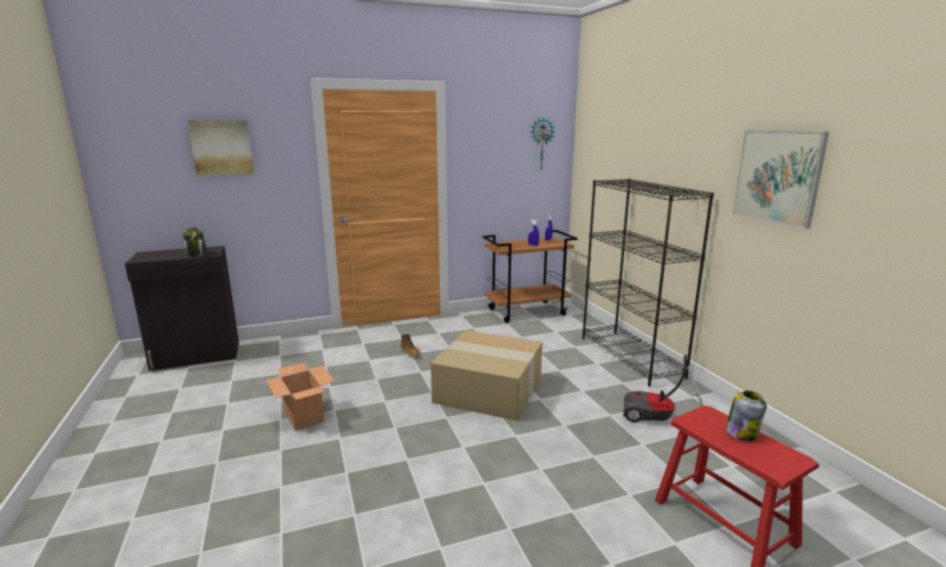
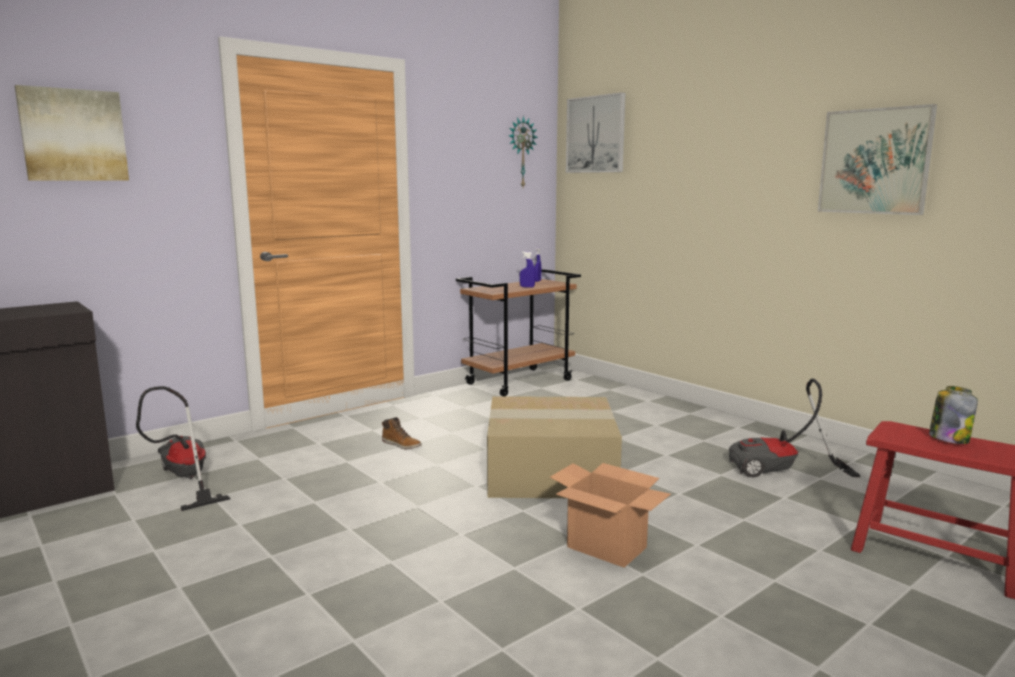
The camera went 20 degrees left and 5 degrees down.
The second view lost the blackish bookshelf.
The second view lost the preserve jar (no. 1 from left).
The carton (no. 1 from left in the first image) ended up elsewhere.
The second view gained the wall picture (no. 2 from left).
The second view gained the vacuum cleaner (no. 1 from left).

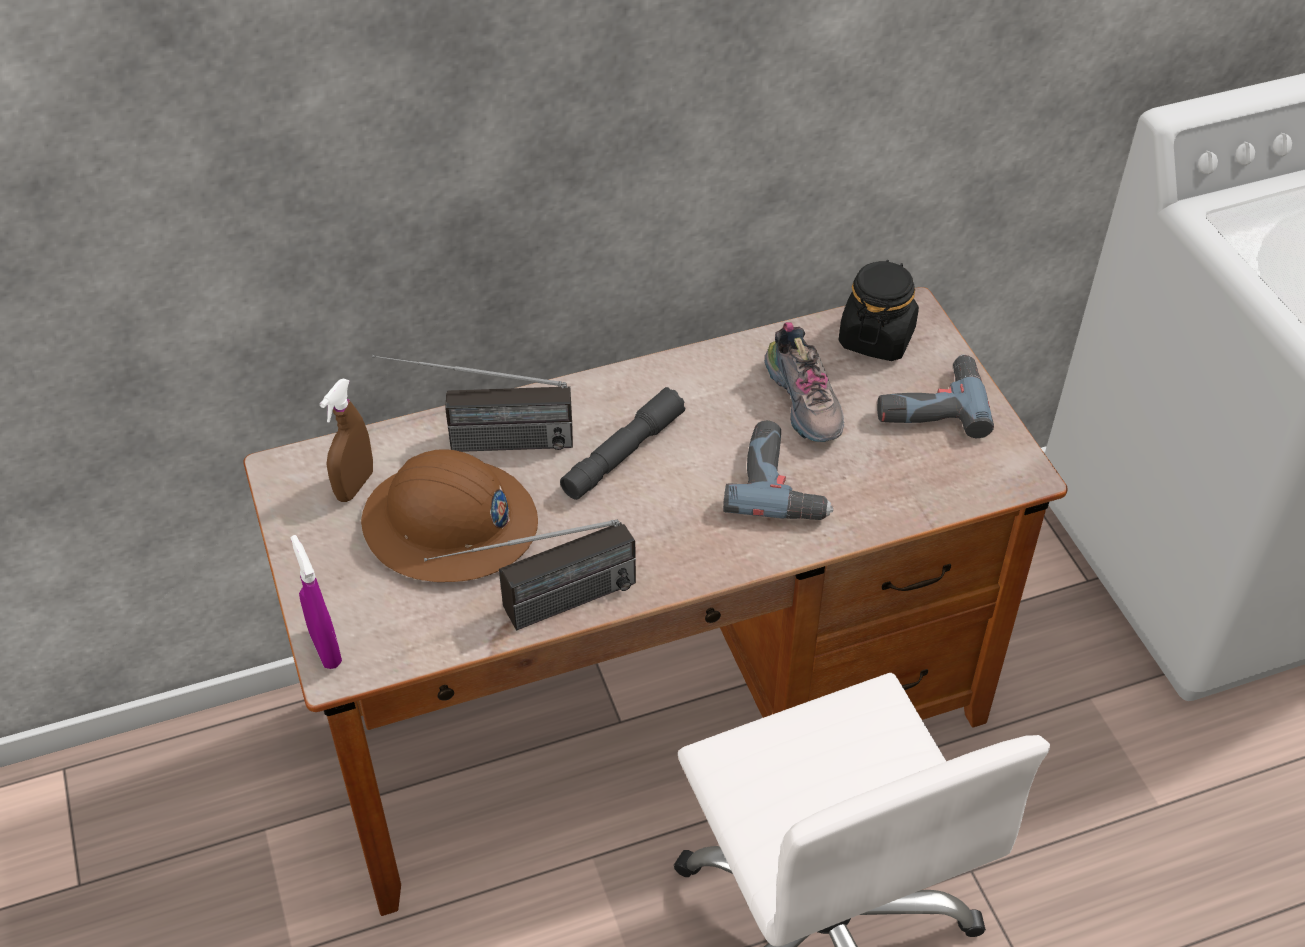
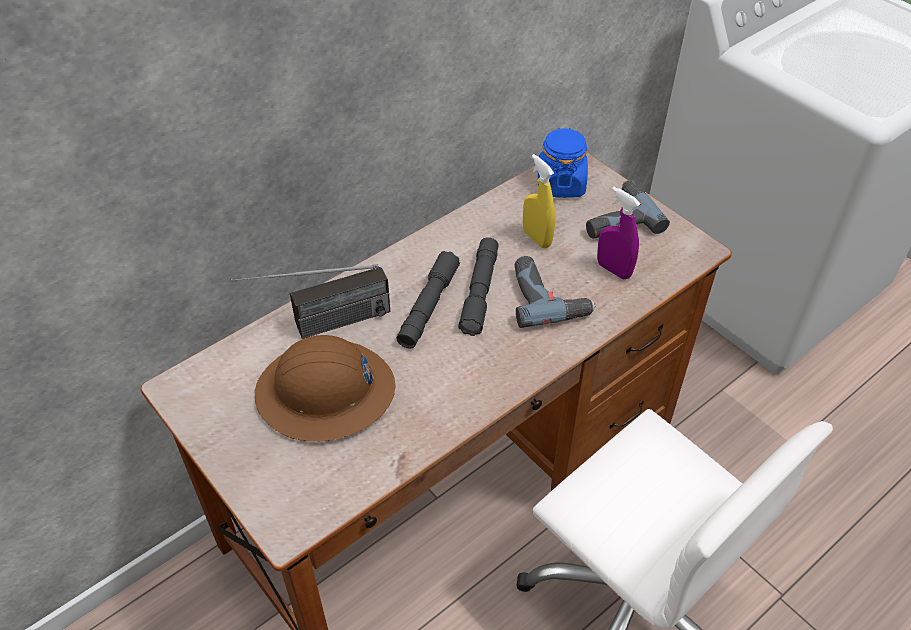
The camera went 20 degrees left and 0 degrees up.
What was the blackish preserve jar turned into the blue preserve jar.
Where the shoe stood, the yellowish sprayer came to stand.
The second view lost the brown-coloured sprayer.
The second view lost the radio receiver (no. 2 from left).
The purple-coloured sprayer ended up elsewhere.
The second view gained the greyish flashlight (no. 2 from left).

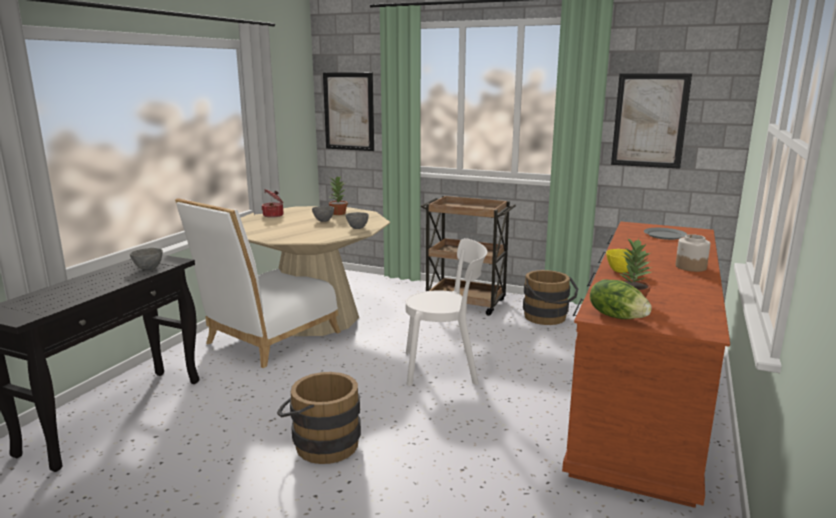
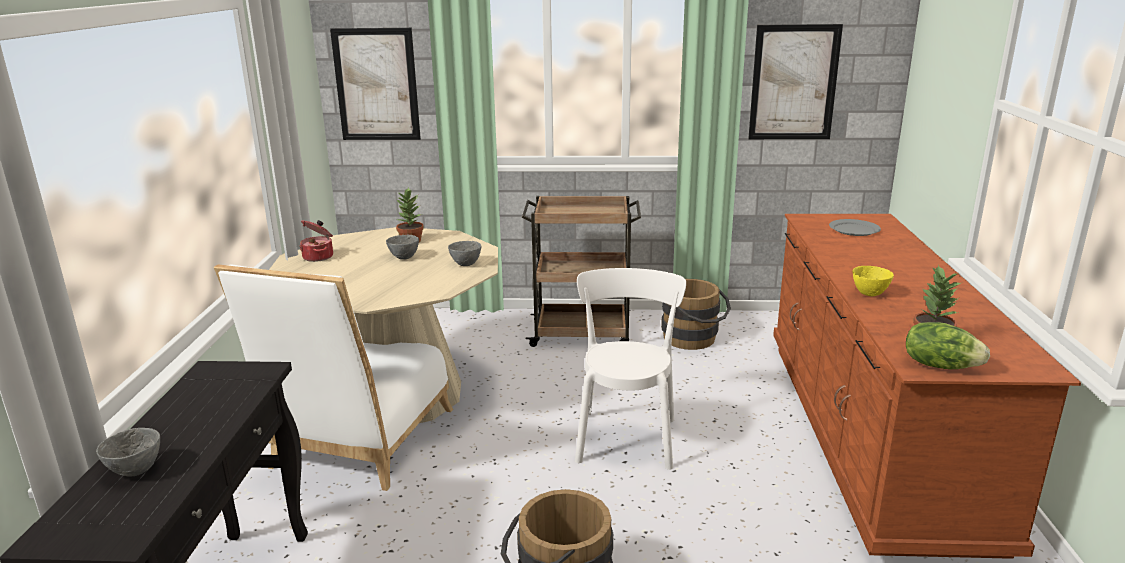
The camera went 20 degrees left and 5 degrees up.
The second view lost the preserve jar.
The white upright chair (no. 2 from left) ended up facing another way, 60 degrees counterclockwise from before.
The greyish bowl (no. 1 from left) ended up elsewhere.

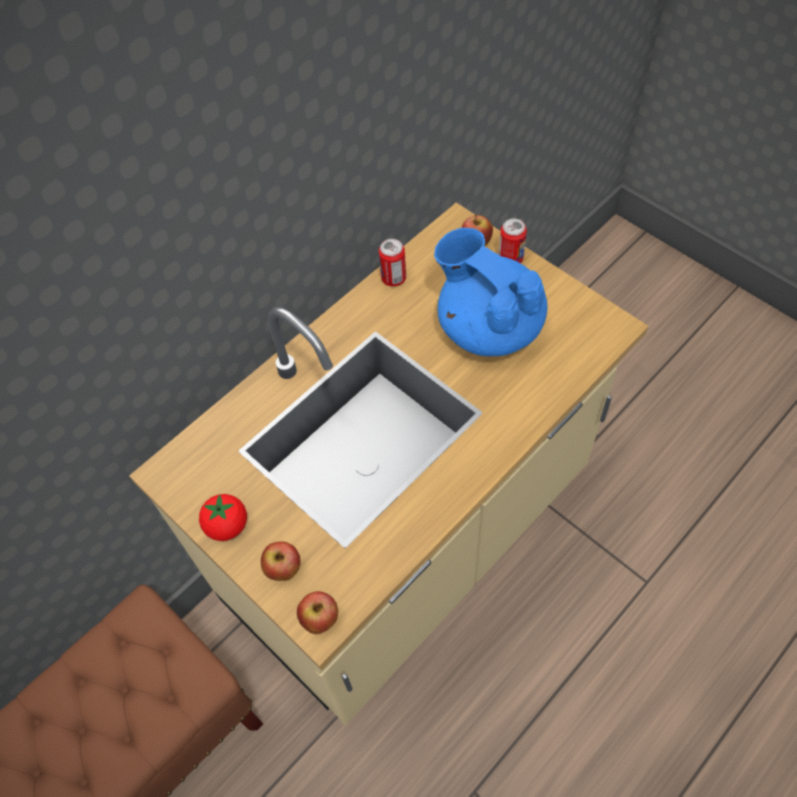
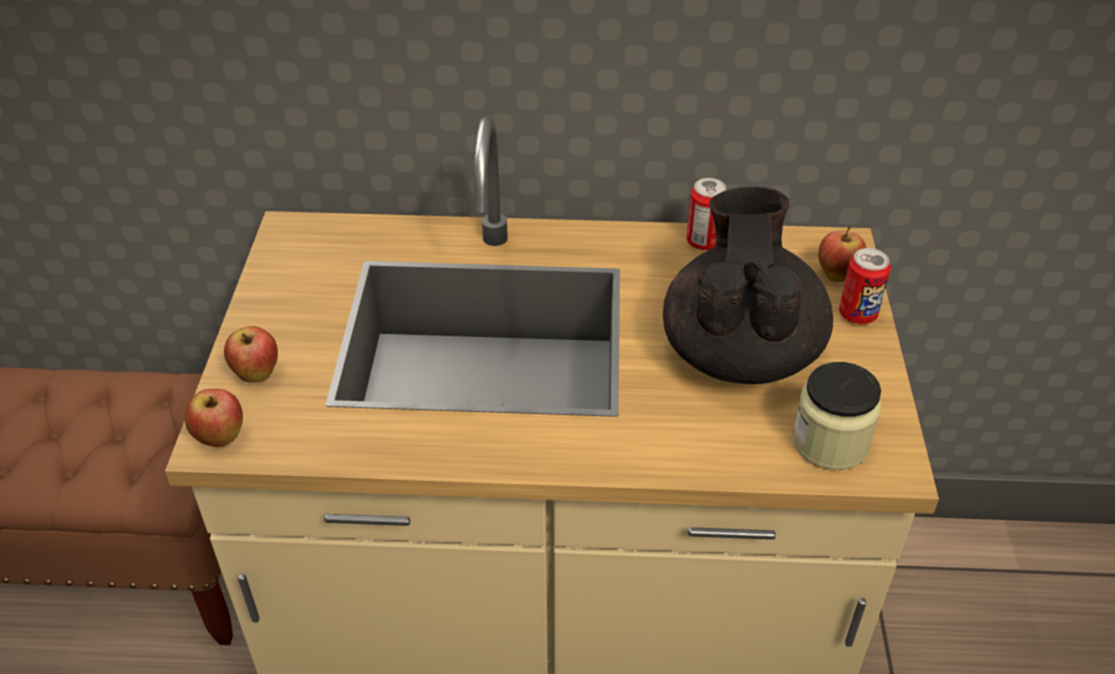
The camera went 45 degrees right and 15 degrees down.
What was the blue tea pot turned into the blackish tea pot.
The second view lost the fresh tomato.
The second view gained the preserve jar.

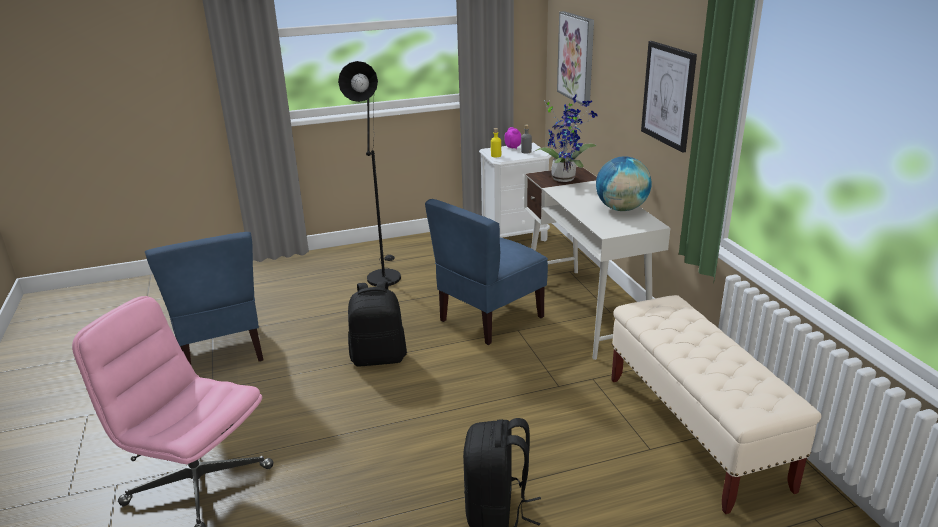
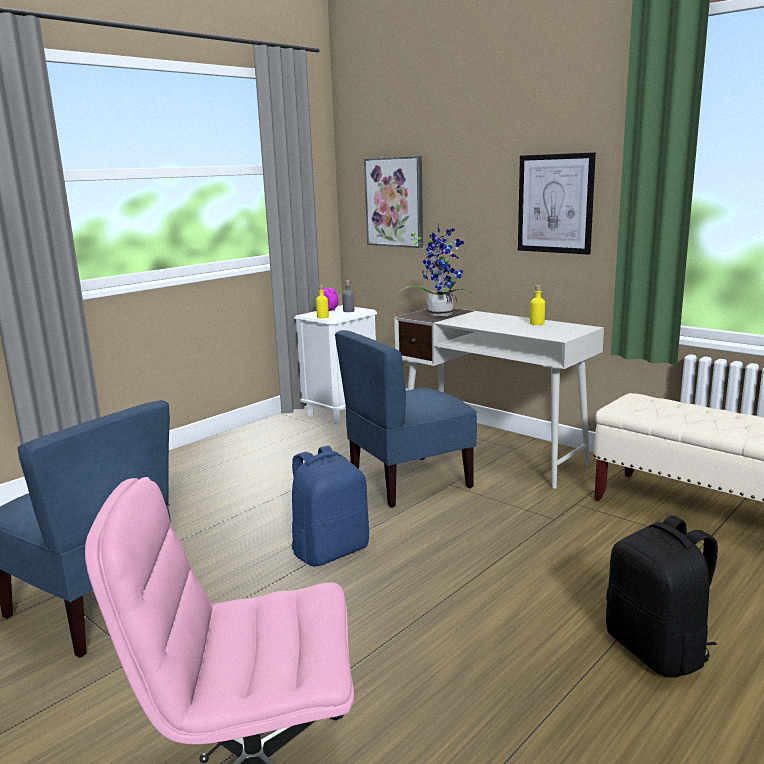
The camera went 30 degrees left and 10 degrees down.
The second view lost the blackish standard lamp.
Where the globe stood, the yellowish beverage bottle (no. 2 from left) came to stand.
The blue upright chair (no. 2 from left) ended up facing another way, 45 degrees clockwise from before.
What was the blackish knapsack (no. 1 from left) turned into the blue knapsack.

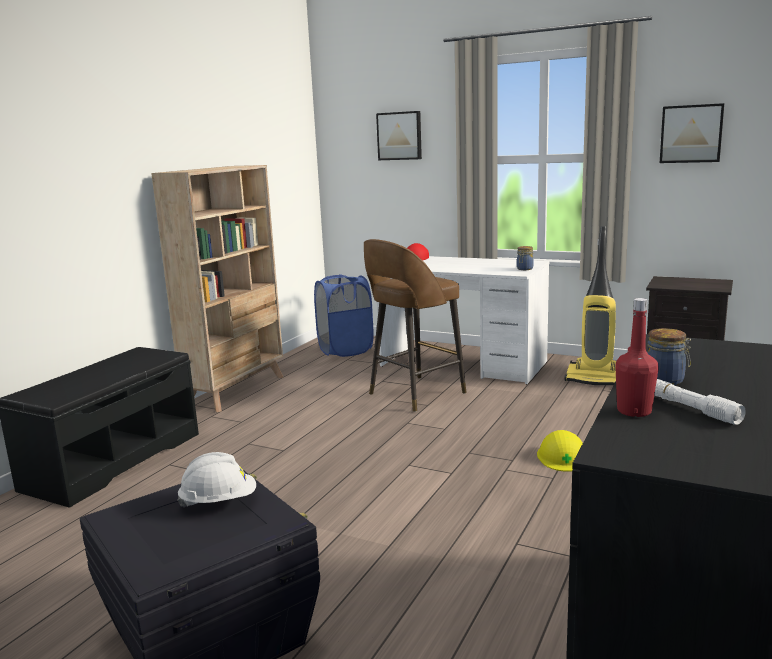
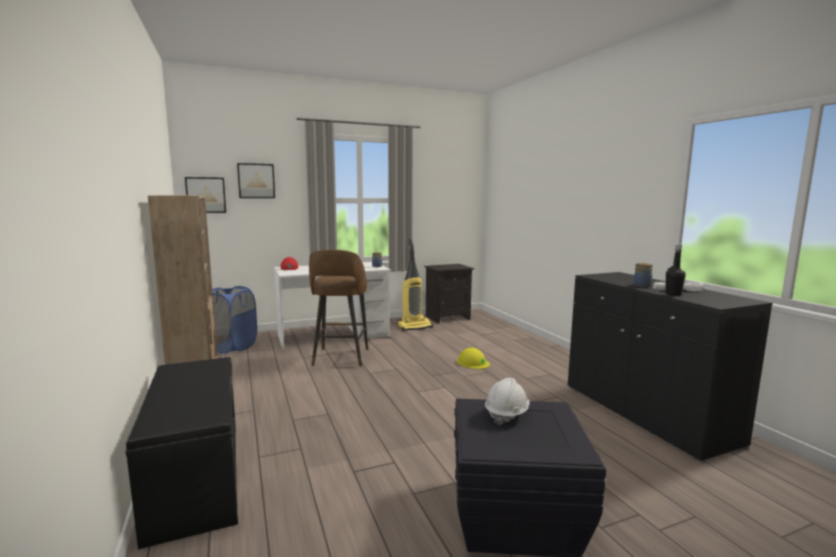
The camera went 50 degrees left and 5 degrees down.
The wall picture (no. 2 from left in the first image) ended up elsewhere.
What was the reddish beverage bottle turned into the blackish beverage bottle.

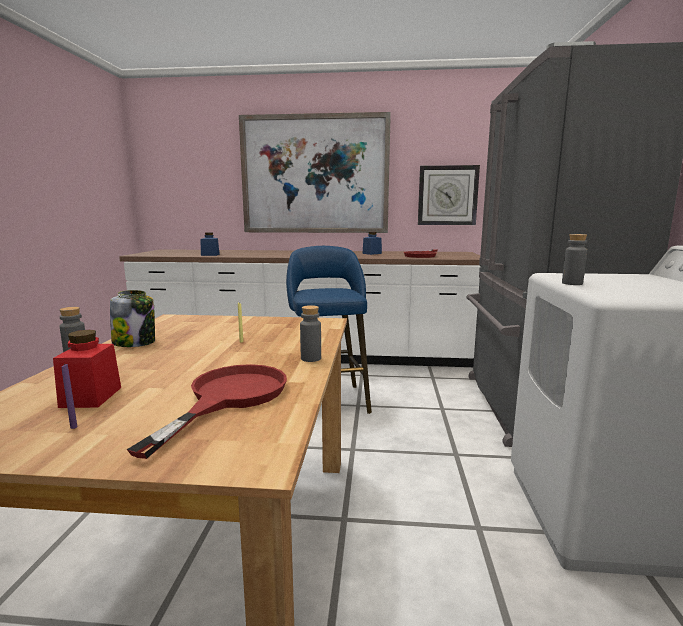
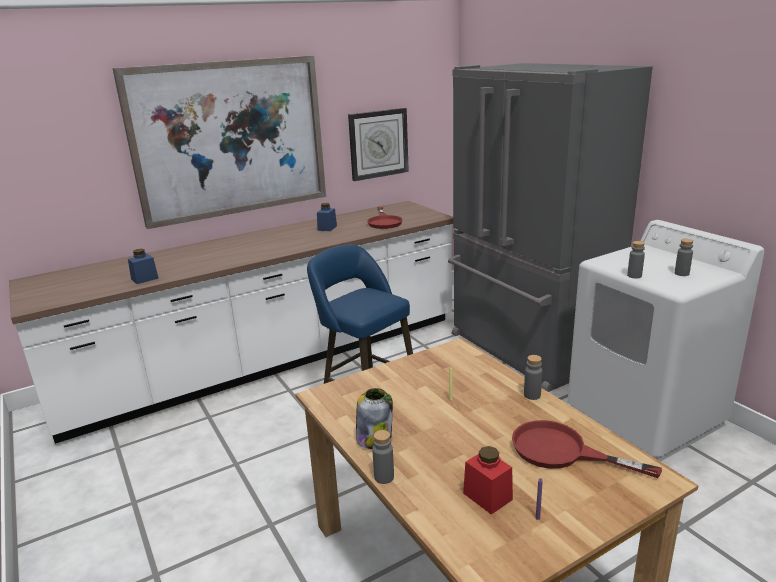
The camera went 35 degrees left and 10 degrees up.
The reddish frying pan (no. 1 from left in the first image) ended up facing another way, 45 degrees counterclockwise from before.
The second view gained the greyish beverage bottle (no. 4 from left).

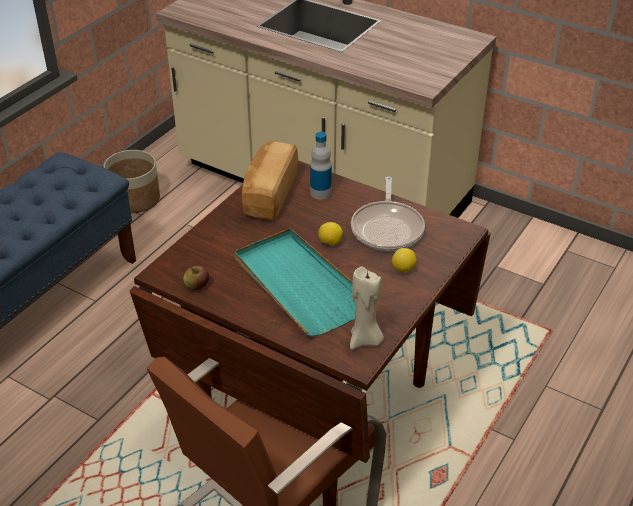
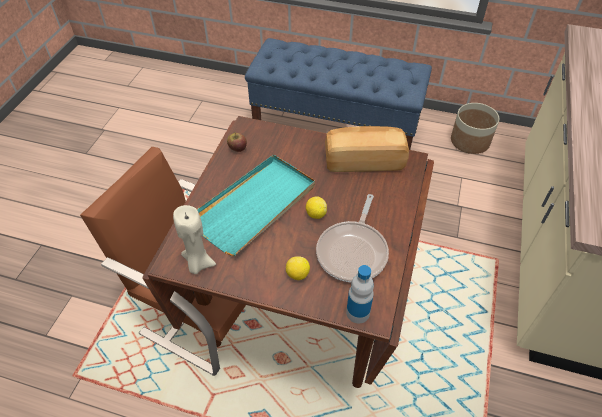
The camera went 75 degrees right and 10 degrees up.
The beverage bottle ended up elsewhere.
The frying pan ended up facing another way, 60 degrees counterclockwise from before.

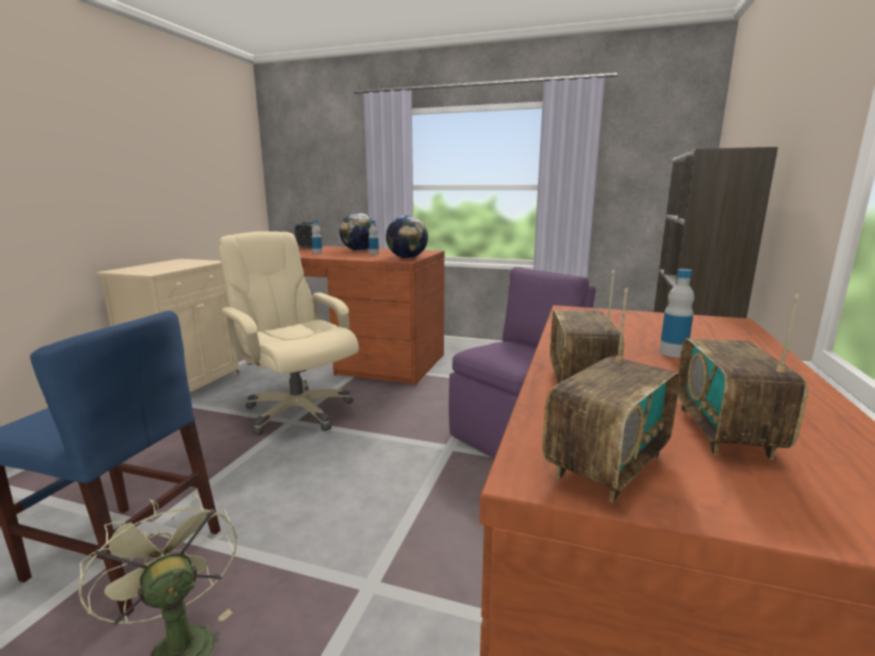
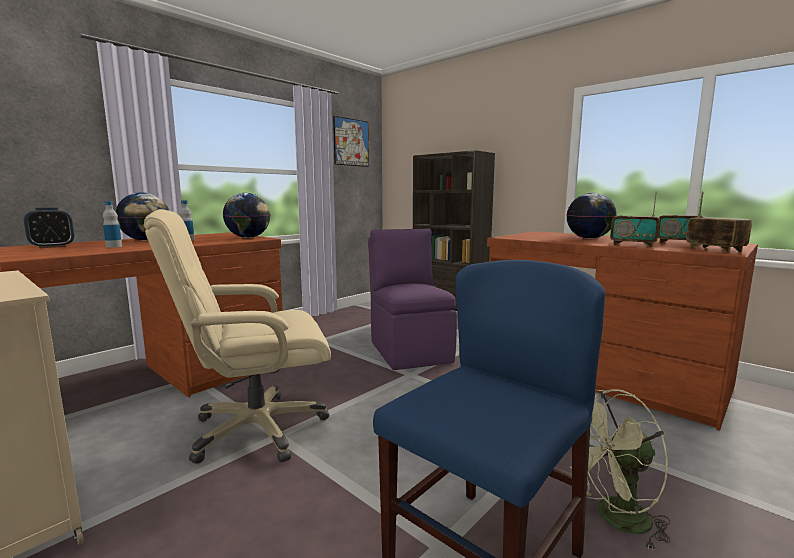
The camera went 65 degrees left and 5 degrees down.
Where the beverage bottle (no. 3 from left) stood, the globe (no. 3 from left) came to stand.
The second view gained the wall picture.

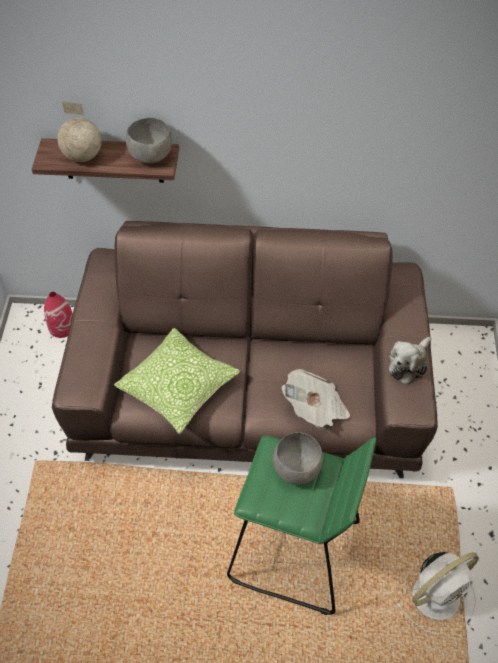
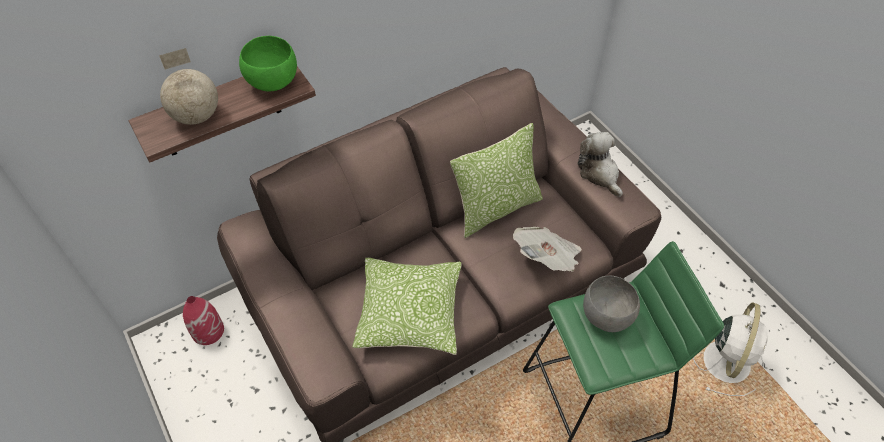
The camera went 35 degrees left and 0 degrees up.
What was the greyish bowl (no. 1 from left) turned into the green bowl.
The cuddly toy ended up facing another way, 150 degrees clockwise from before.
The second view gained the cushion (no. 2 from left).

